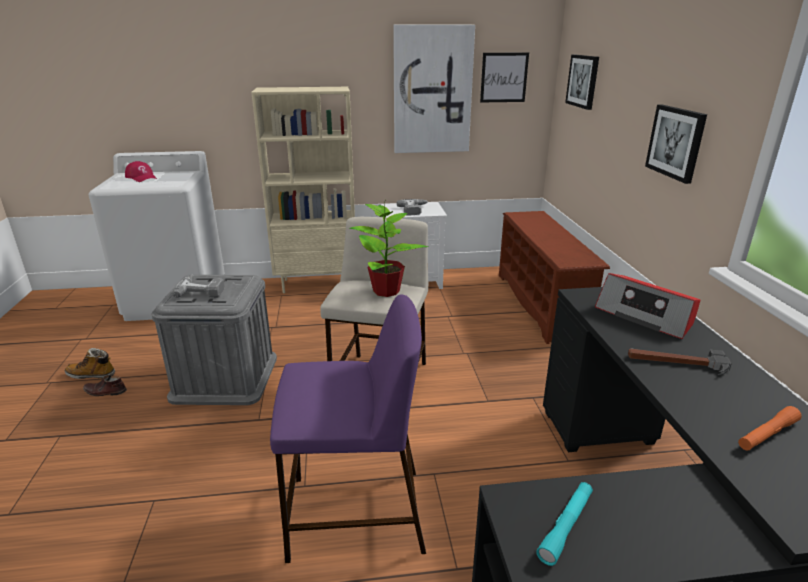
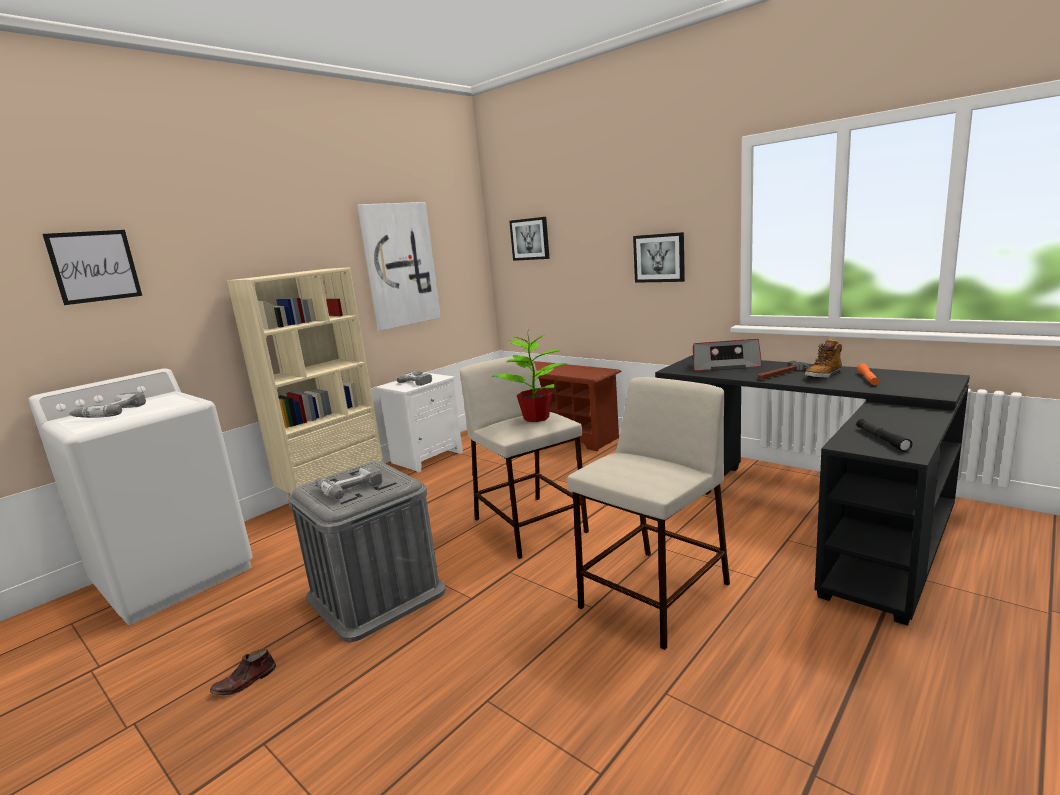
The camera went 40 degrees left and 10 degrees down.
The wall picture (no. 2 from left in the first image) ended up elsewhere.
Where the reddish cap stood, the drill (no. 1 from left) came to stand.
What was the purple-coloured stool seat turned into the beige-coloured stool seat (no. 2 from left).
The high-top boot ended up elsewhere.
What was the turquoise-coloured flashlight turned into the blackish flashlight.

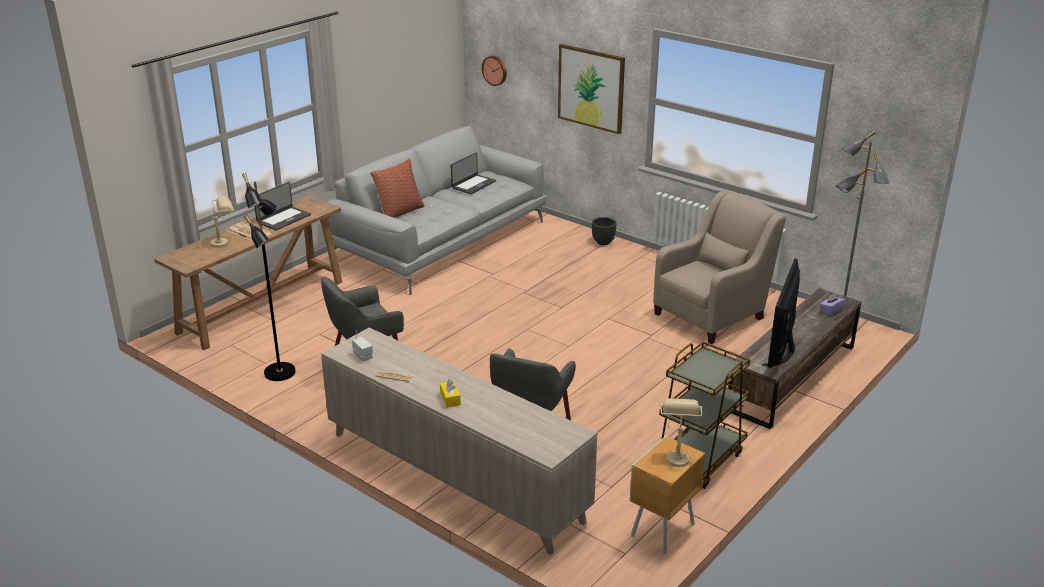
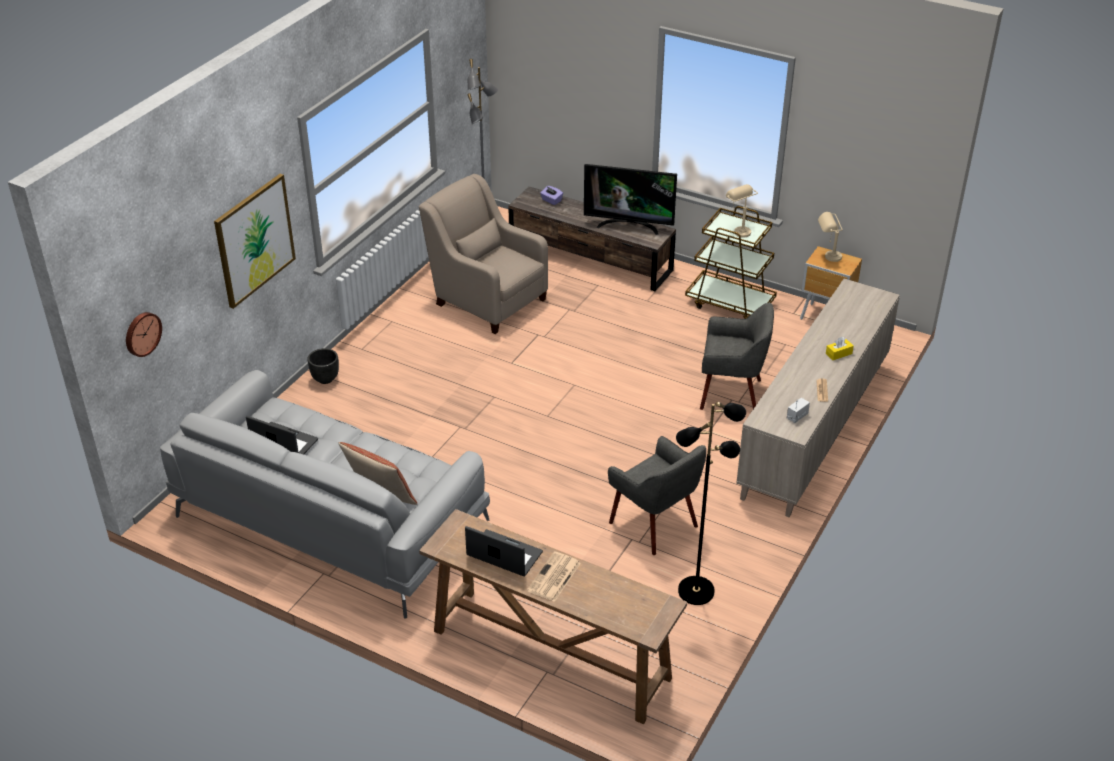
The camera went 100 degrees left and 10 degrees up.
The beige-coloured lamp for a table (no. 1 from left) ended up elsewhere.

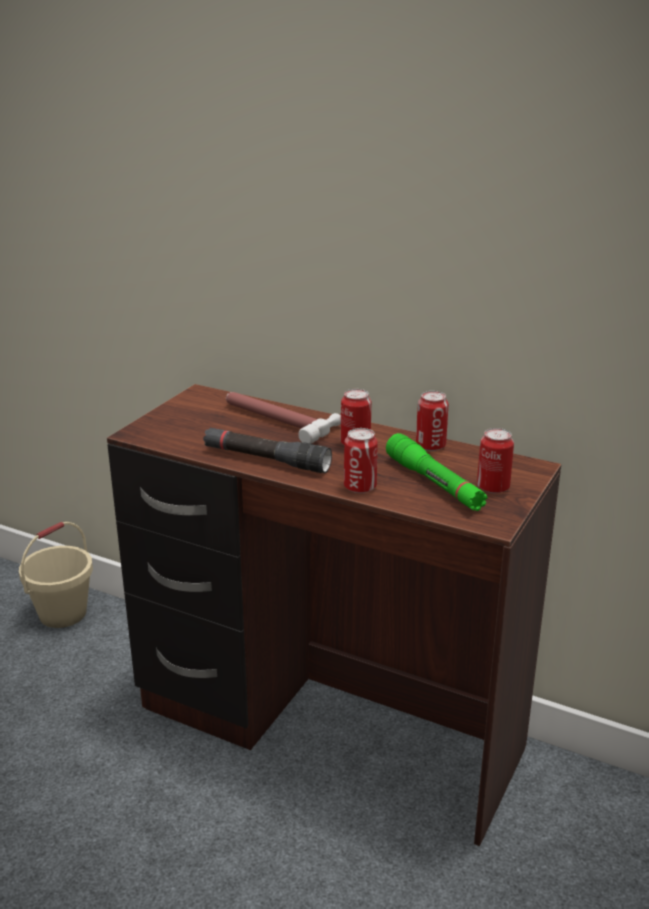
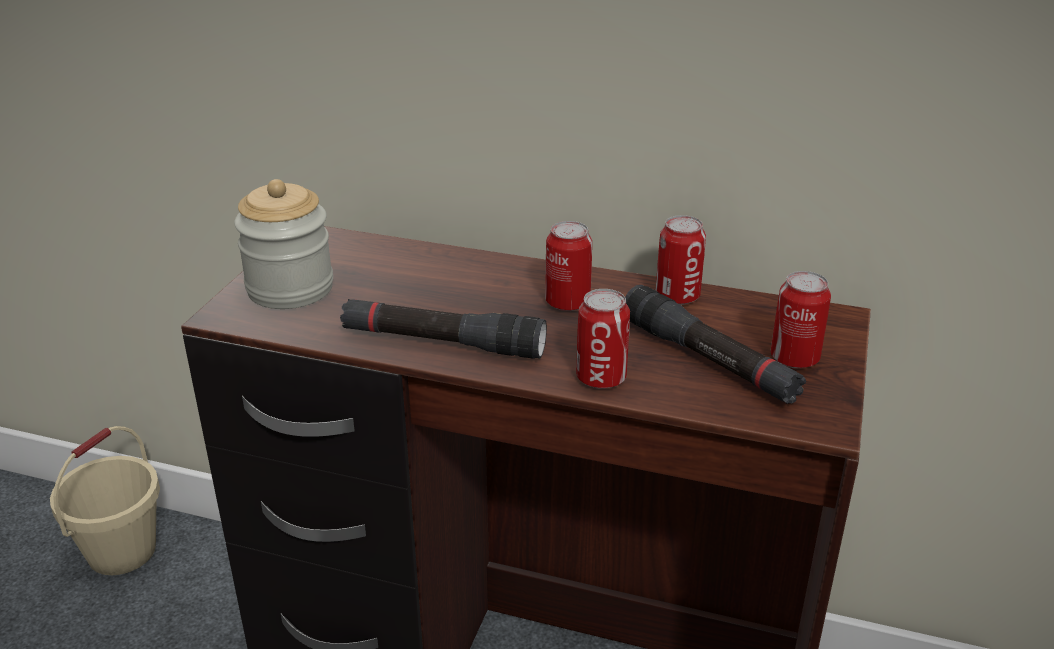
The camera went 10 degrees left and 5 degrees up.
The second view lost the tool hammer.
What was the green flashlight turned into the blackish flashlight (no. 2 from left).
The second view gained the preserve jar.

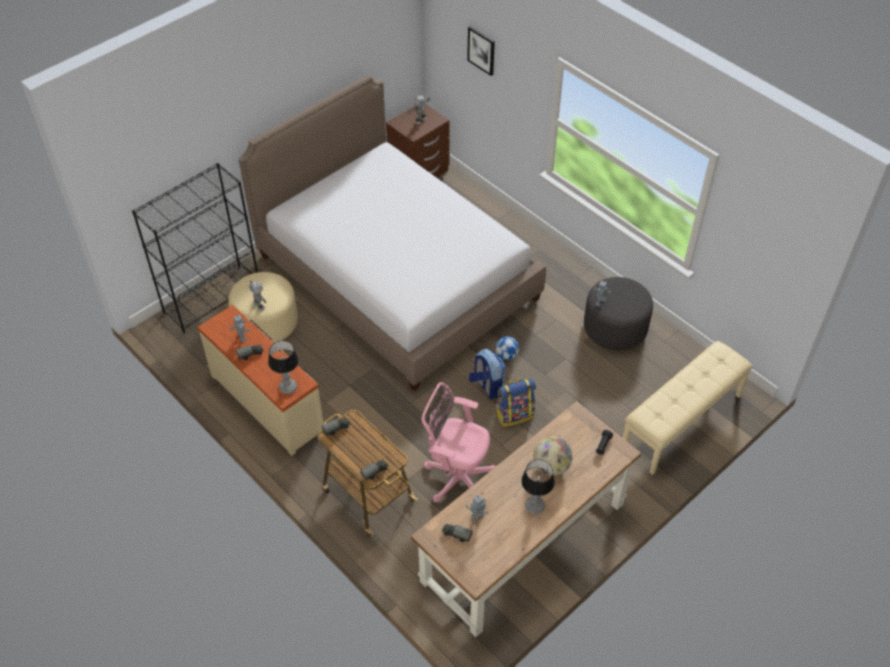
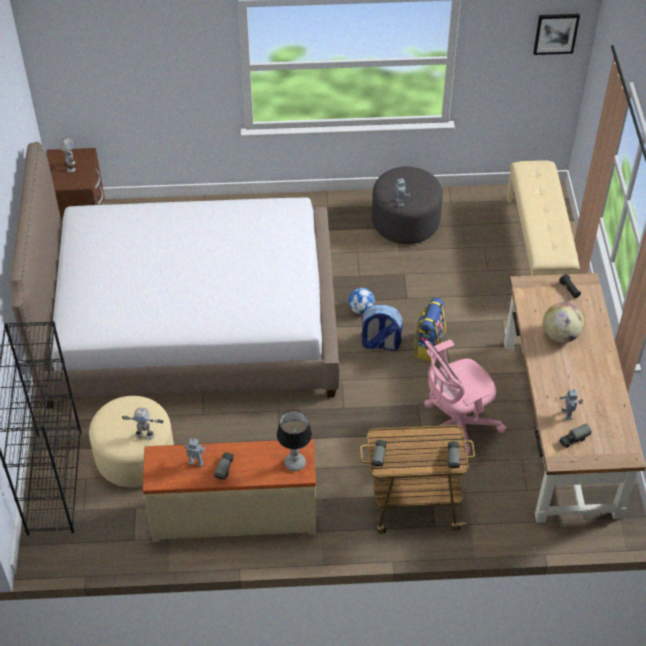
The camera went 50 degrees left and 0 degrees up.
The wall picture ended up elsewhere.
The second view lost the lamp for a table (no. 2 from left).

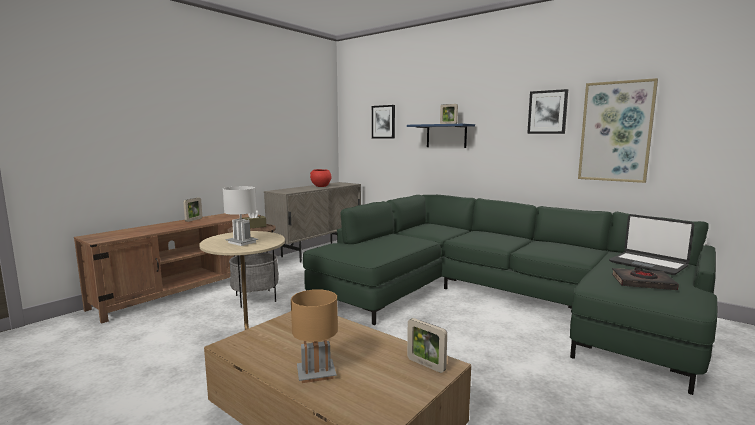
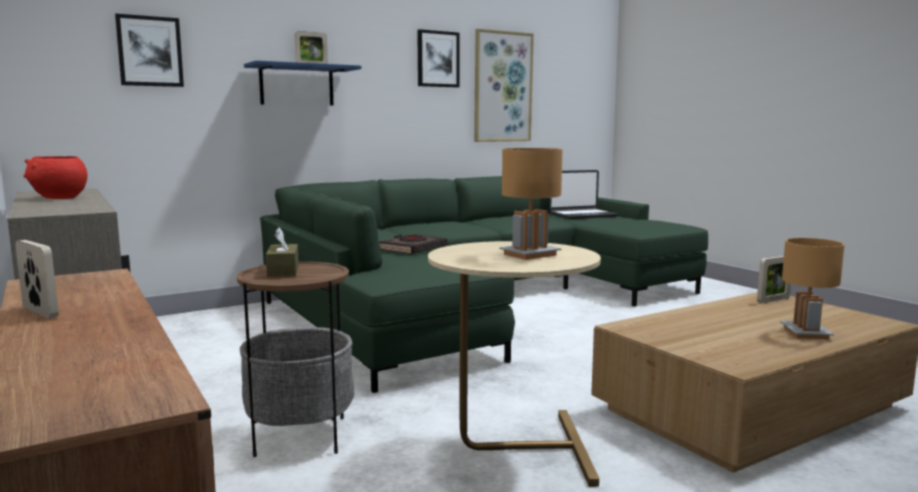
The camera went 70 degrees left and 0 degrees up.
What was the white lamp for a table turned into the brown-coloured lamp for a table (no. 1 from left).
The blackish book ended up elsewhere.

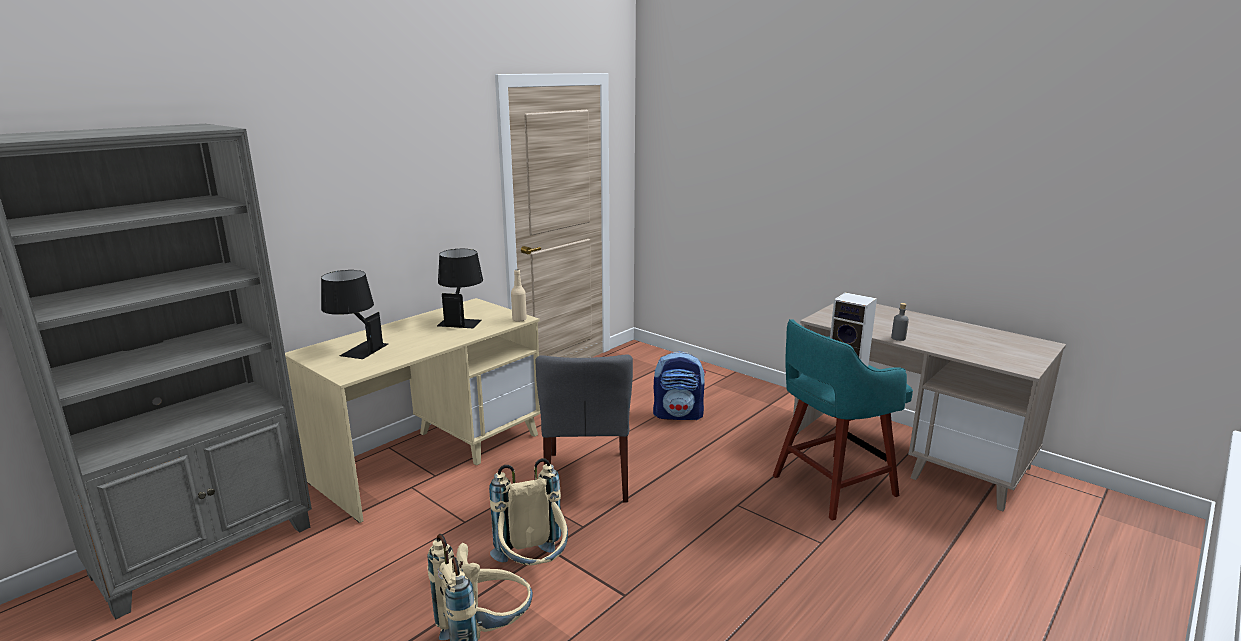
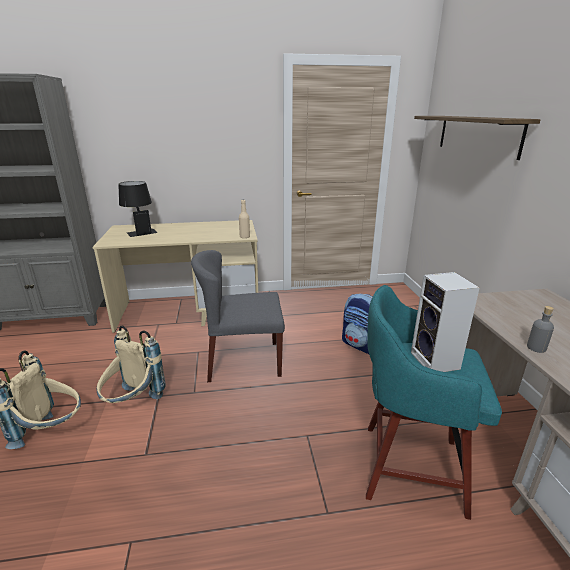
The camera went 40 degrees right and 5 degrees up.
The second view lost the blackish lamp for a table (no. 2 from left).
The greyish upright chair ended up facing another way, 45 degrees clockwise from before.
The second view gained the wall shelf.

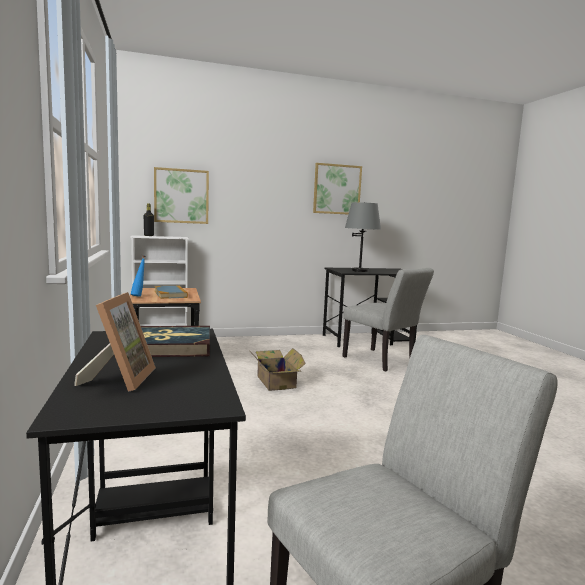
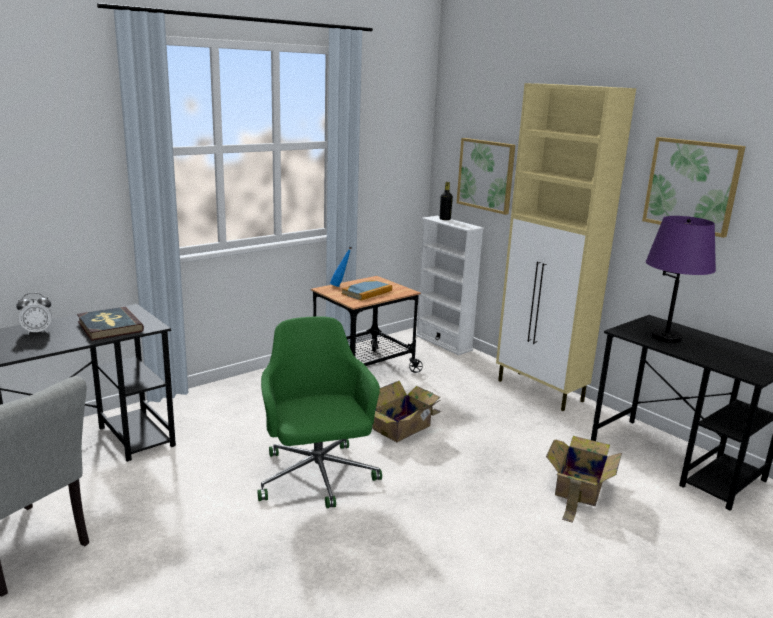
The camera went 65 degrees right and 10 degrees up.
What was the greyish lamp for a table turned into the purple-coloured lamp for a table.
Where the greyish upright chair (no. 1 from left) stood, the carton (no. 2 from left) came to stand.
Where the standing frame stood, the table clock came to stand.
The second view gained the beige-coloured cabinet.
The second view gained the green office chair.

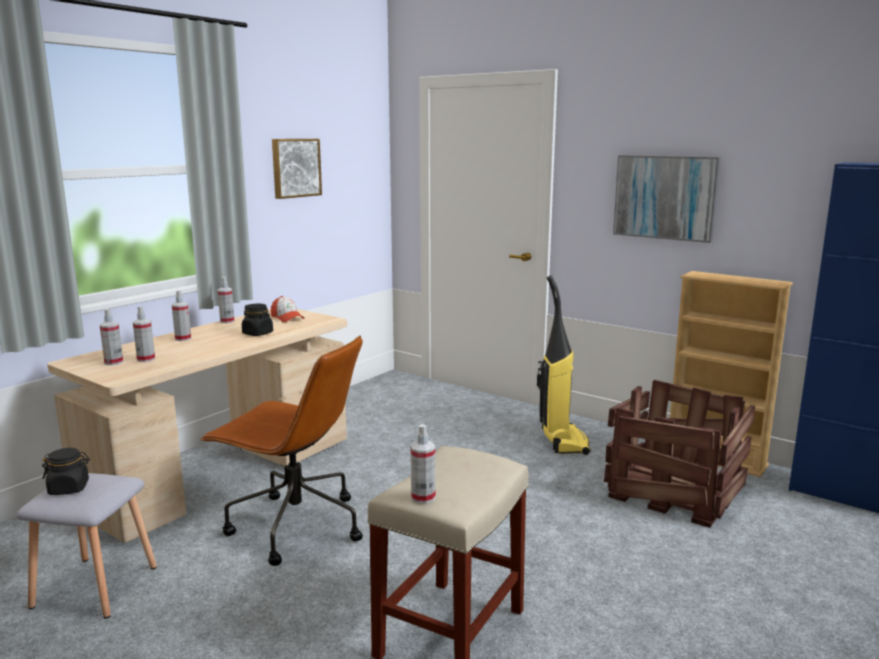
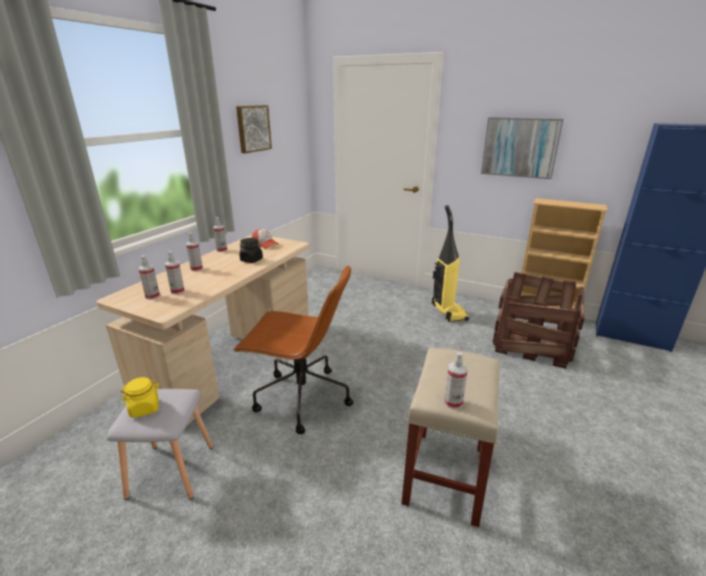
The camera went 10 degrees left and 10 degrees up.
What was the blackish preserve jar (no. 1 from left) turned into the yellowish preserve jar.

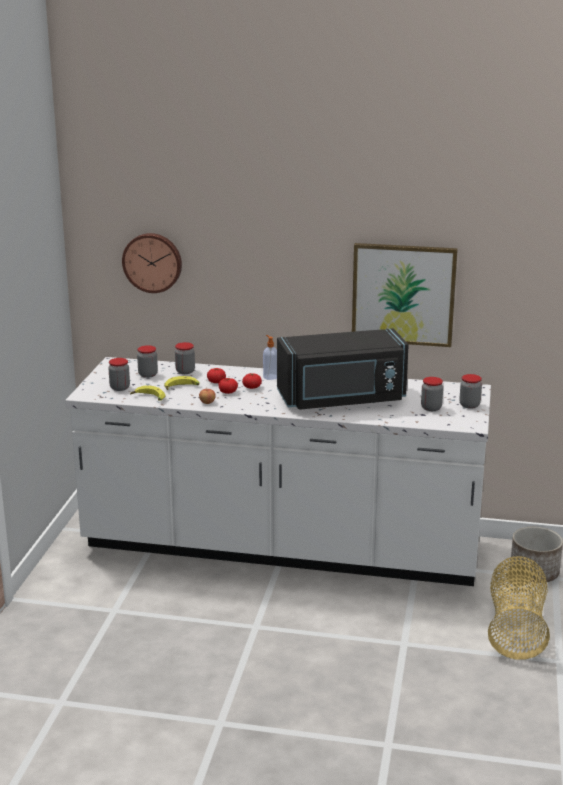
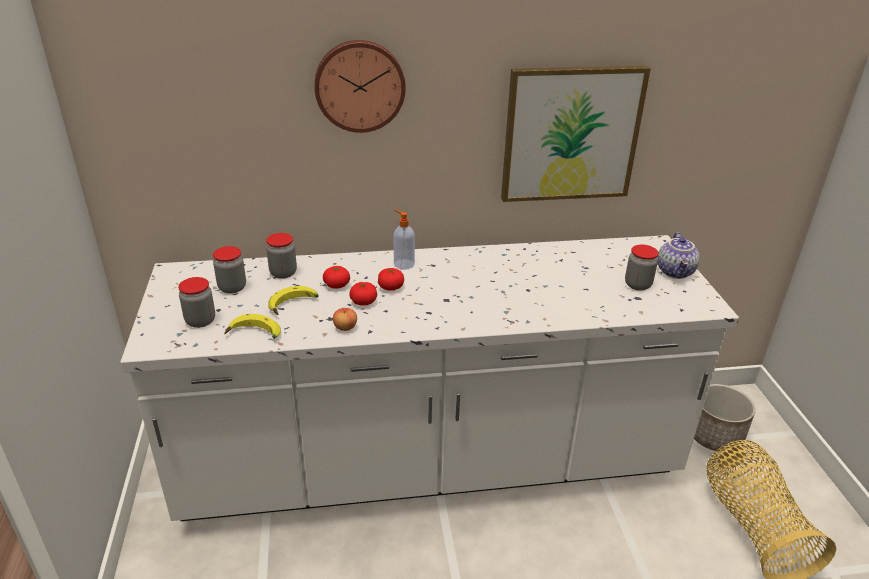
The camera went 20 degrees left and 10 degrees up.
The hanging clock ended up elsewhere.
The second view lost the blackish kitchen microwave.
Where the preserve jar (no. 5 from left) stood, the tea pot came to stand.

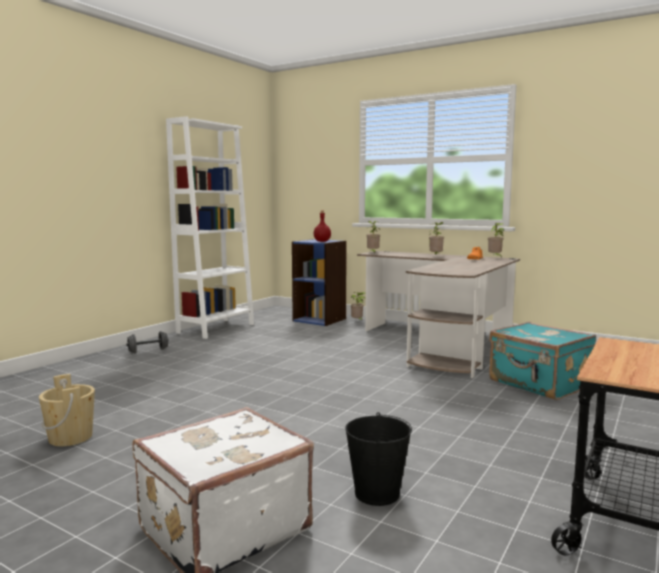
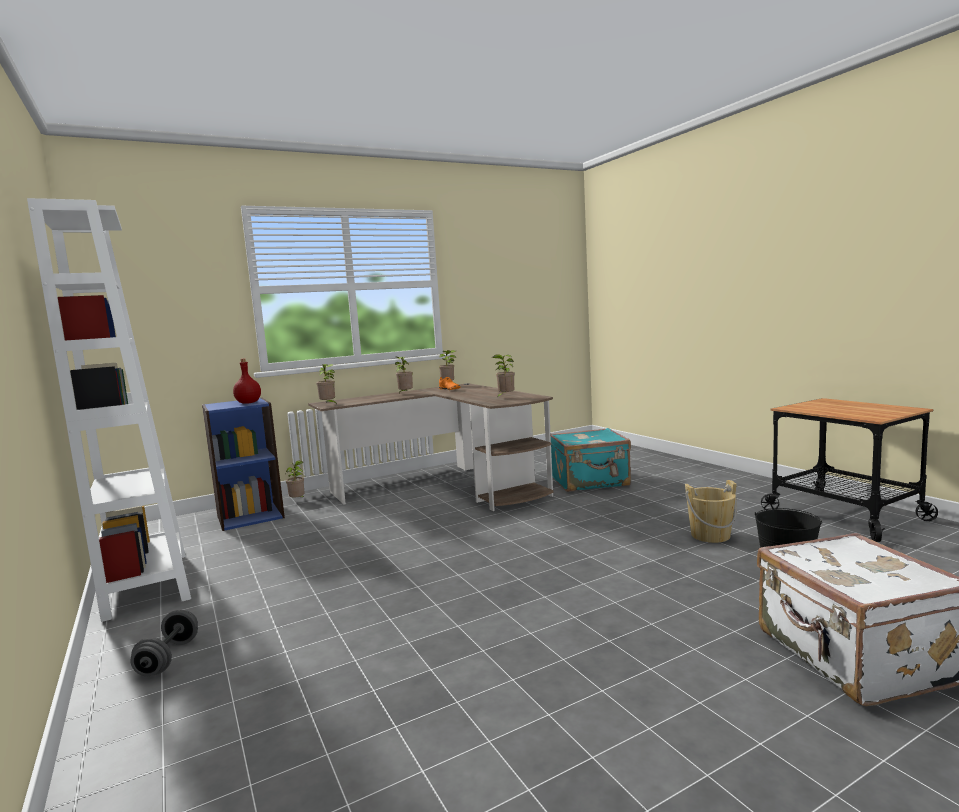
The camera went 60 degrees left and 0 degrees up.
The beige-coloured bucket ended up elsewhere.
The second view gained the plant in a pot (no. 5 from left).

